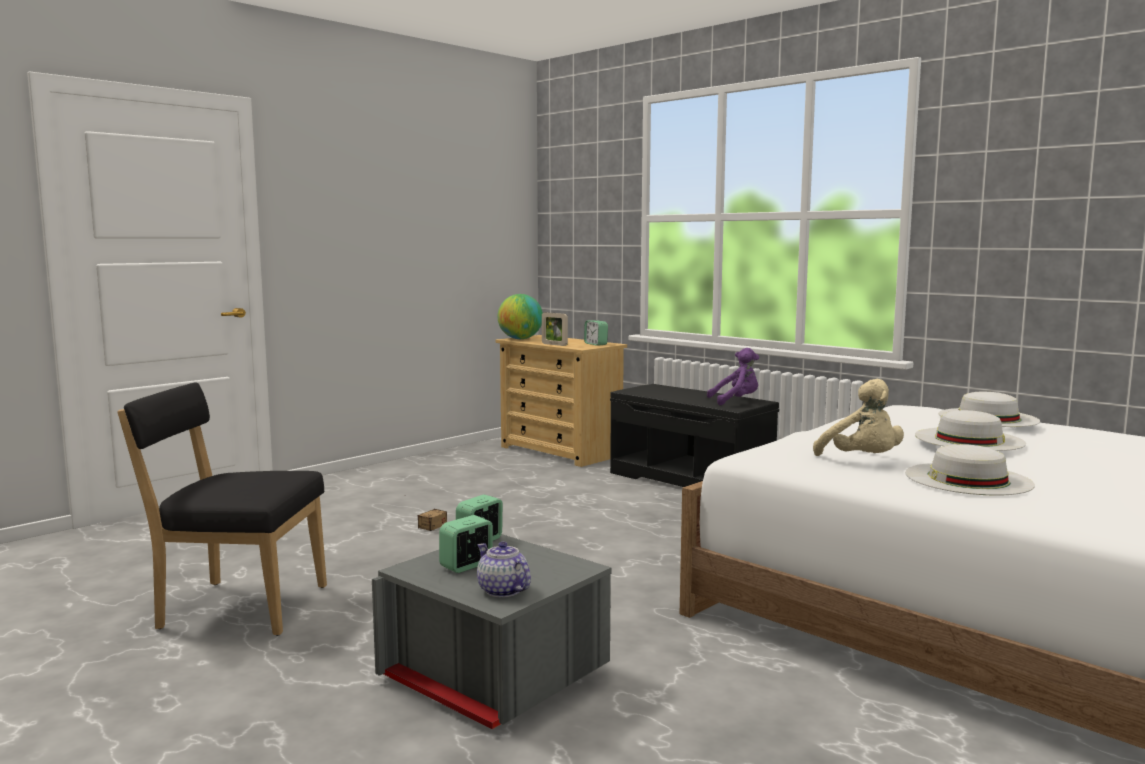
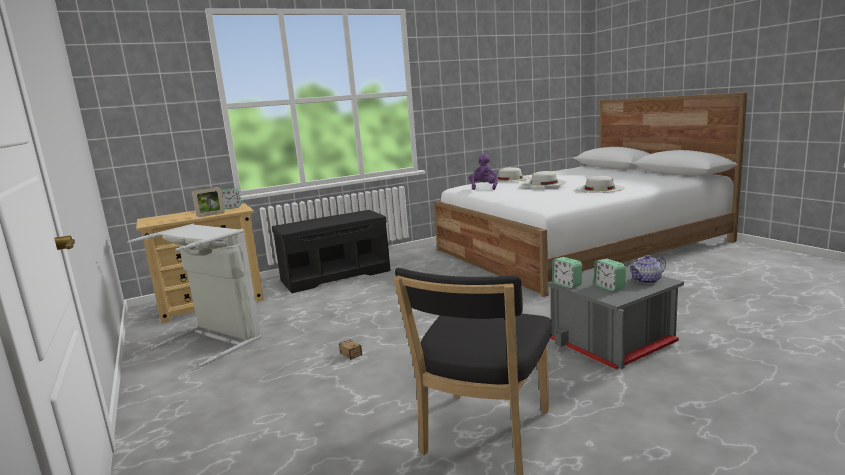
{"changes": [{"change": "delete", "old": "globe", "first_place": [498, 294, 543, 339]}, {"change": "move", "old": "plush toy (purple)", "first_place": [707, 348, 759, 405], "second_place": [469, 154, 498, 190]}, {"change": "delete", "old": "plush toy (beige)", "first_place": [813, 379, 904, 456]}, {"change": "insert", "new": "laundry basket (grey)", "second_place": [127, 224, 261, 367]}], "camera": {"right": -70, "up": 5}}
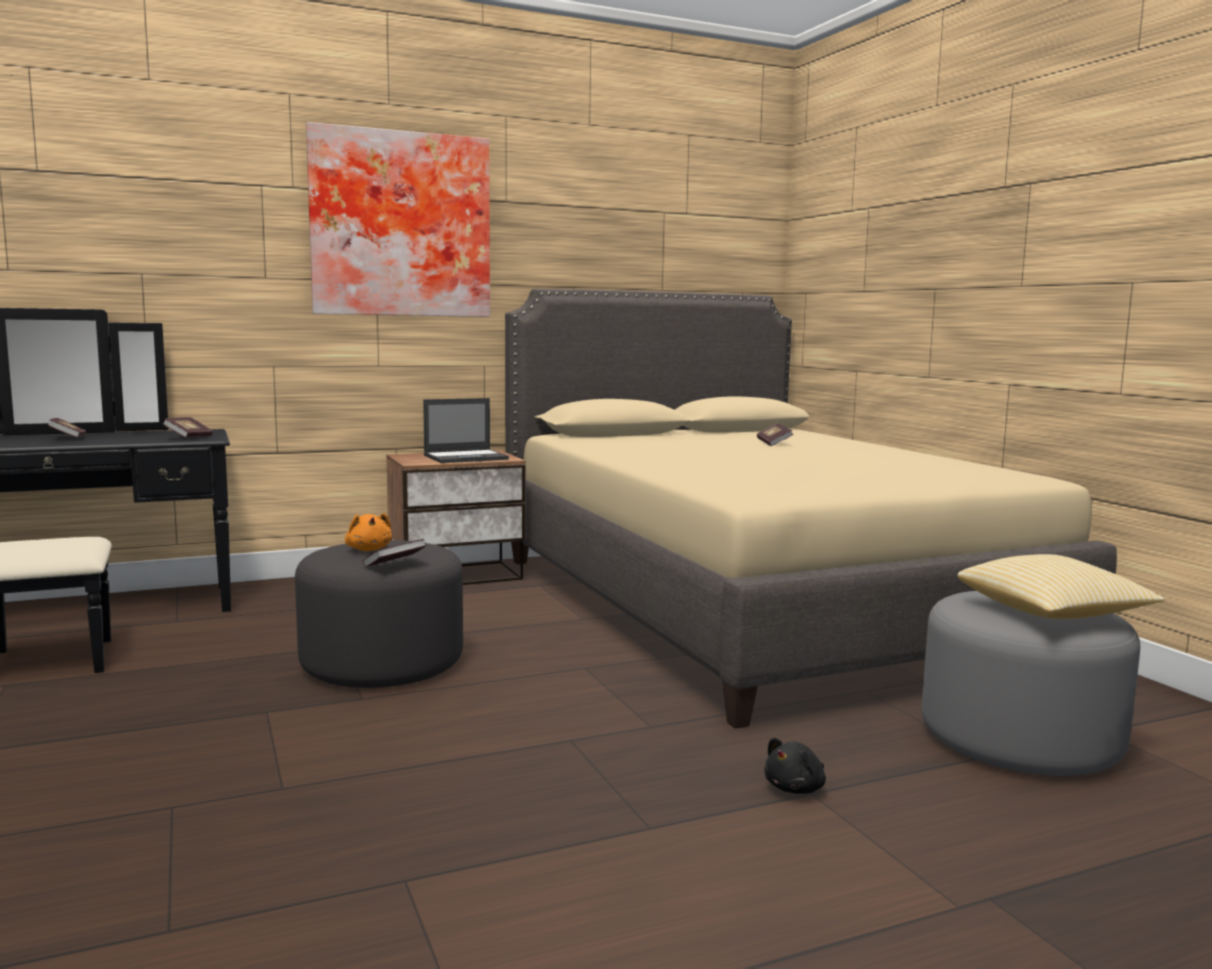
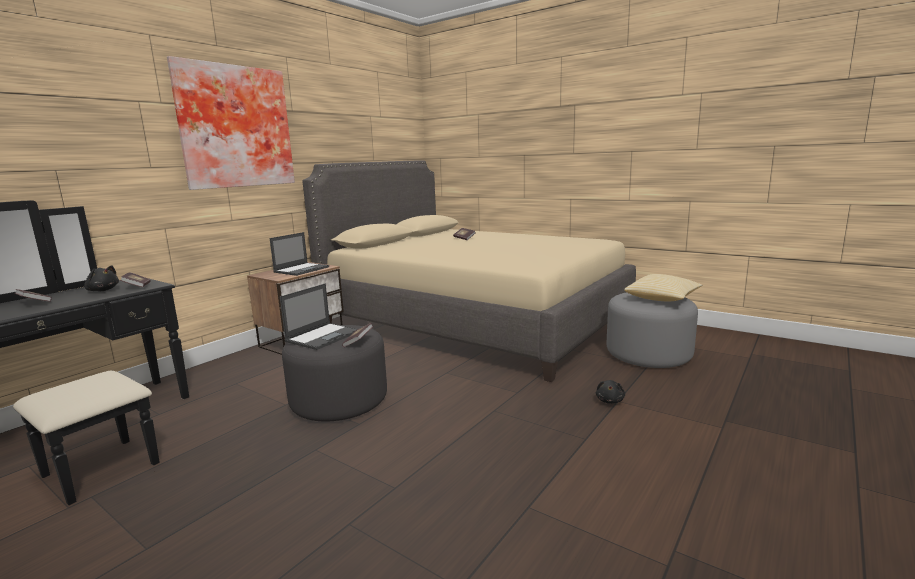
{"changes": [{"change": "replace", "old": "plush toy (orange)", "new": "laptop", "first_place": [345, 513, 392, 551], "second_place": [280, 283, 357, 350]}, {"change": "insert", "new": "plush toy (black)", "second_place": [84, 266, 119, 291]}], "camera": {"right": -30, "up": 5}}
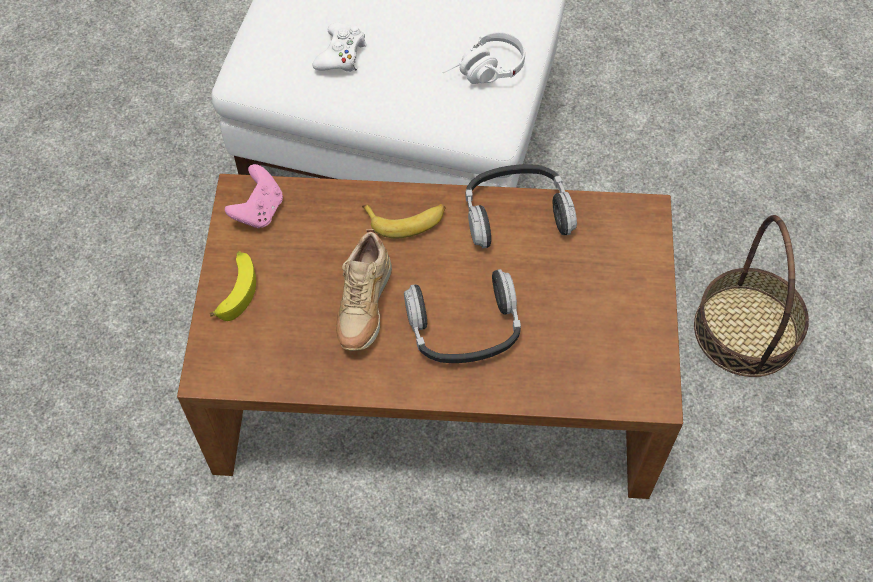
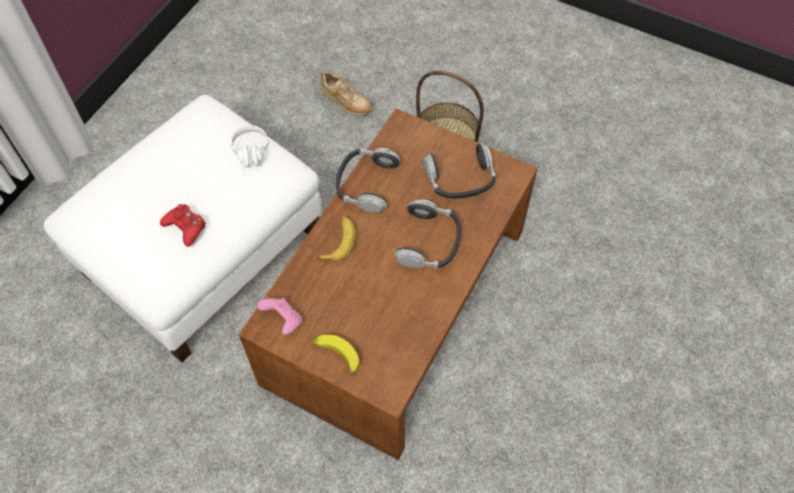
{"changes": [{"change": "recolor", "old": "game controller (white)", "new": "game controller (red)", "first_place": [313, 23, 367, 72], "second_place": [160, 204, 206, 247]}, {"change": "move", "old": "shoe (beige)", "first_place": [336, 229, 392, 351], "second_place": [321, 71, 372, 116]}, {"change": "insert", "new": "headphones", "second_place": [423, 143, 496, 199]}], "camera": {"right": -65, "up": 0}}
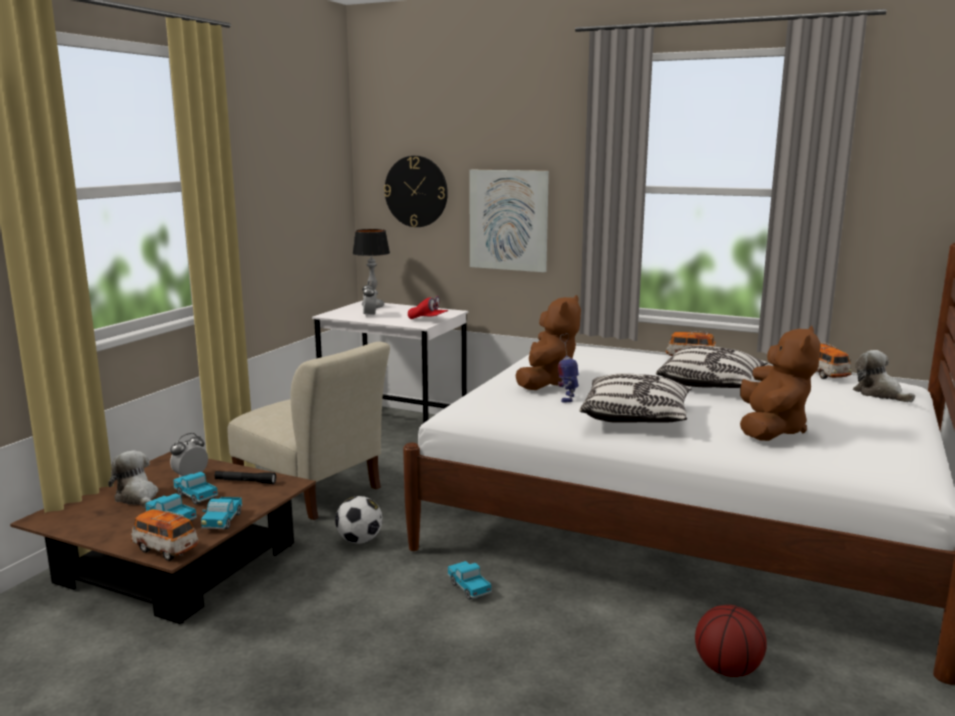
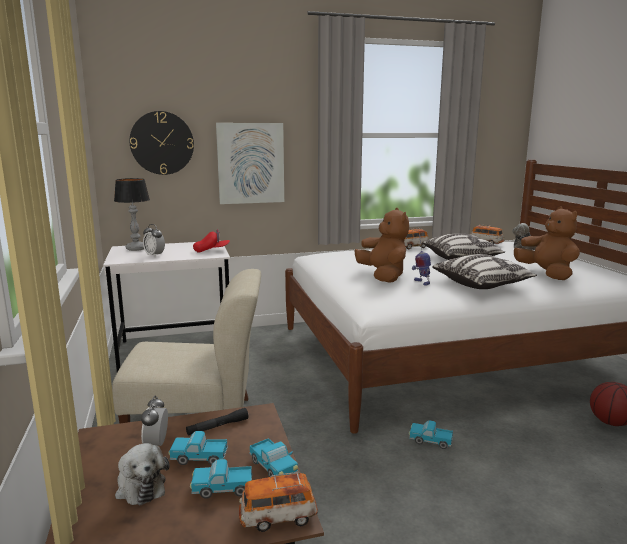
{"changes": [{"change": "rotate", "old": "plush toy", "first_place": [108, 450, 158, 508], "second_place": [115, 443, 170, 506], "degrees": -135}, {"change": "delete", "old": "football", "first_place": [335, 496, 383, 544]}], "camera": {"right": -40, "up": 0}}
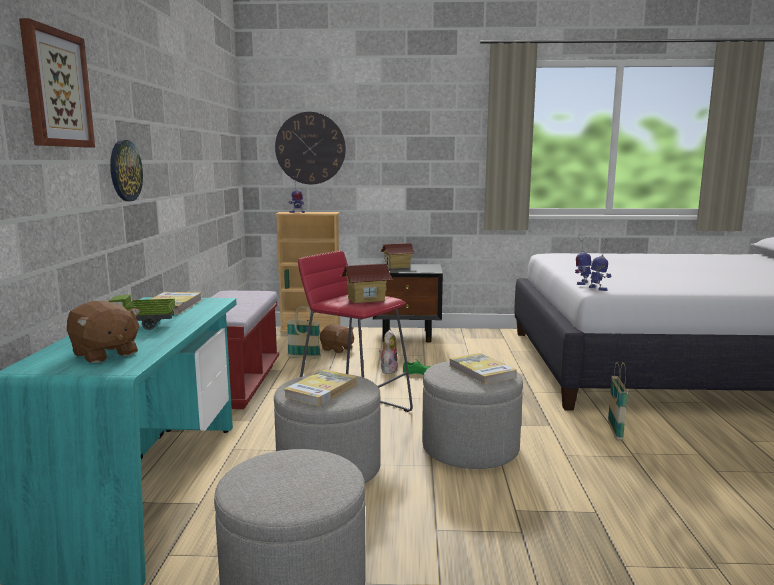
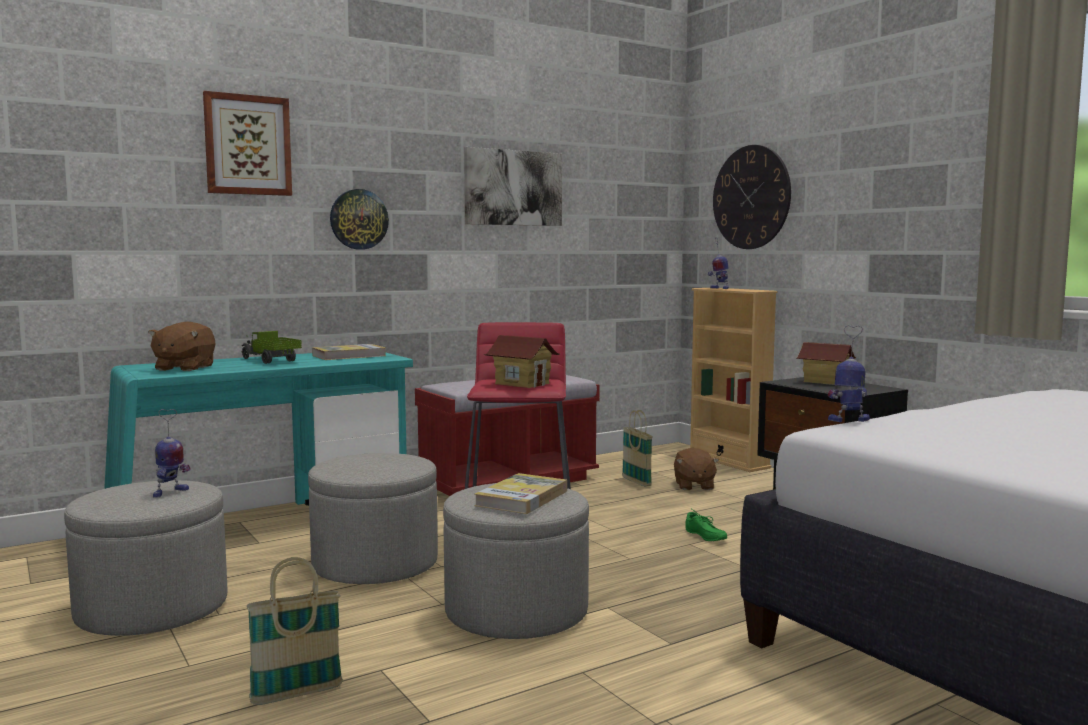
{"changes": [{"change": "move", "old": "toy robot", "first_place": [589, 238, 612, 291], "second_place": [153, 409, 190, 498]}, {"change": "delete", "old": "plush toy", "first_place": [379, 330, 398, 374]}, {"change": "move", "old": "basket", "first_place": [608, 362, 627, 441], "second_place": [247, 557, 343, 705]}, {"change": "delete", "old": "book", "first_place": [284, 369, 357, 406]}, {"change": "insert", "new": "picture", "second_place": [464, 147, 562, 226]}], "camera": {"right": 55, "up": -5}}
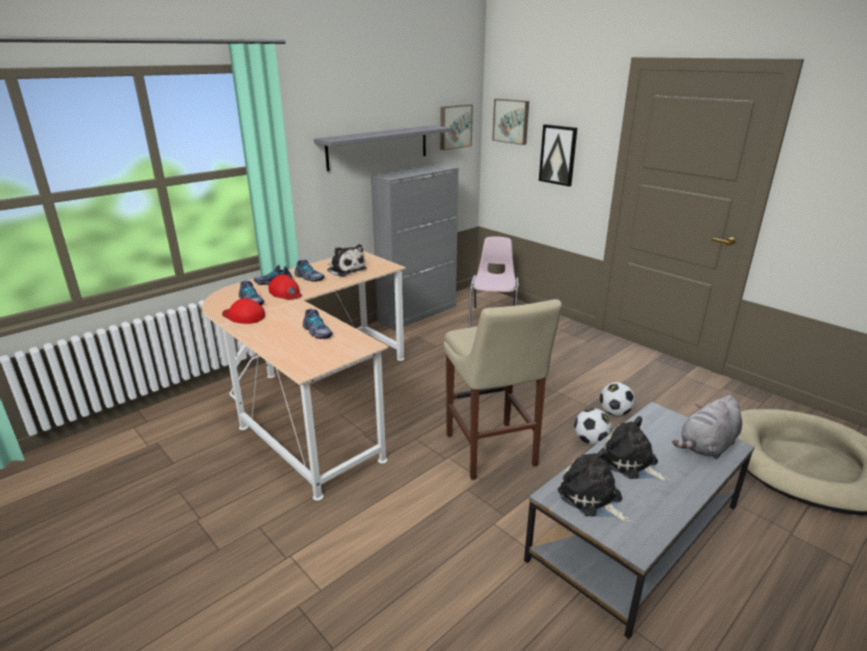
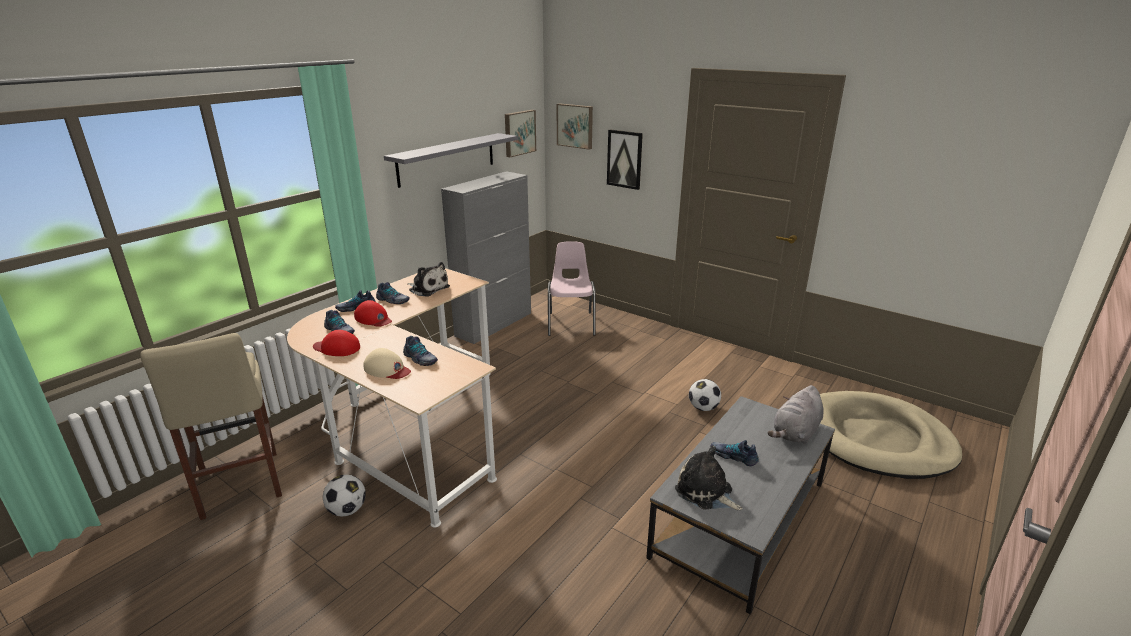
{"changes": [{"change": "move", "old": "stool (beige)", "first_place": [444, 299, 562, 480], "second_place": [140, 333, 282, 520]}, {"change": "move", "old": "football", "first_place": [574, 408, 612, 445], "second_place": [323, 475, 366, 516]}, {"change": "replace", "old": "plush toy", "new": "shoe", "first_place": [603, 416, 670, 482], "second_place": [711, 440, 758, 466]}, {"change": "insert", "new": "cap (beige)", "second_place": [363, 348, 411, 379]}], "camera": {"right": -10, "up": 0}}
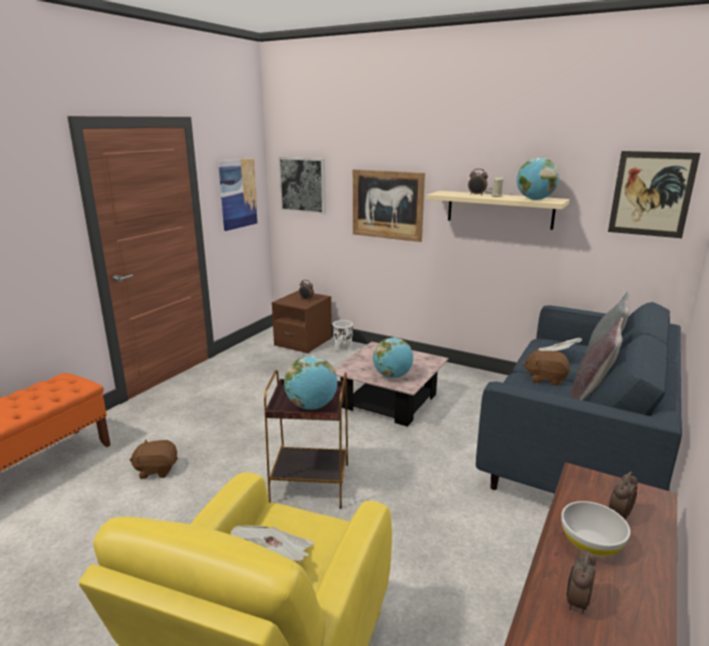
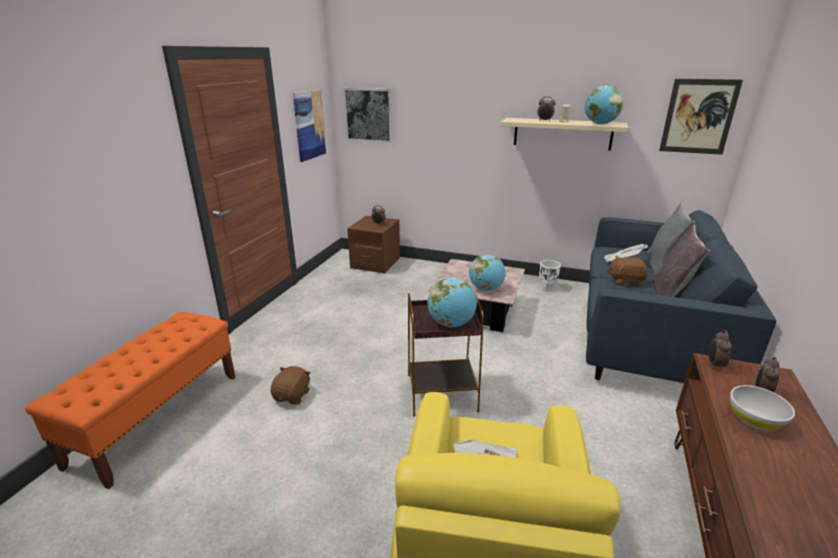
{"changes": [{"change": "delete", "old": "picture", "first_place": [353, 169, 425, 242]}, {"change": "move", "old": "planter (white)", "first_place": [333, 320, 353, 351], "second_place": [539, 260, 561, 291]}, {"change": "rotate", "old": "plush toy (brown)", "first_place": [130, 439, 178, 479], "second_place": [270, 366, 310, 404], "degrees": 120}, {"change": "move", "old": "alarm clock", "first_place": [567, 549, 596, 613], "second_place": [709, 330, 732, 369]}], "camera": {"right": -10, "up": 5}}
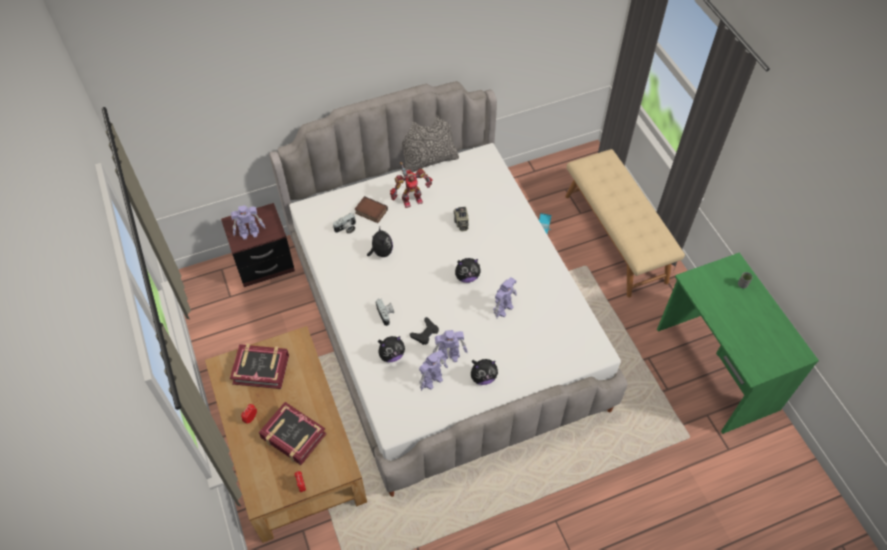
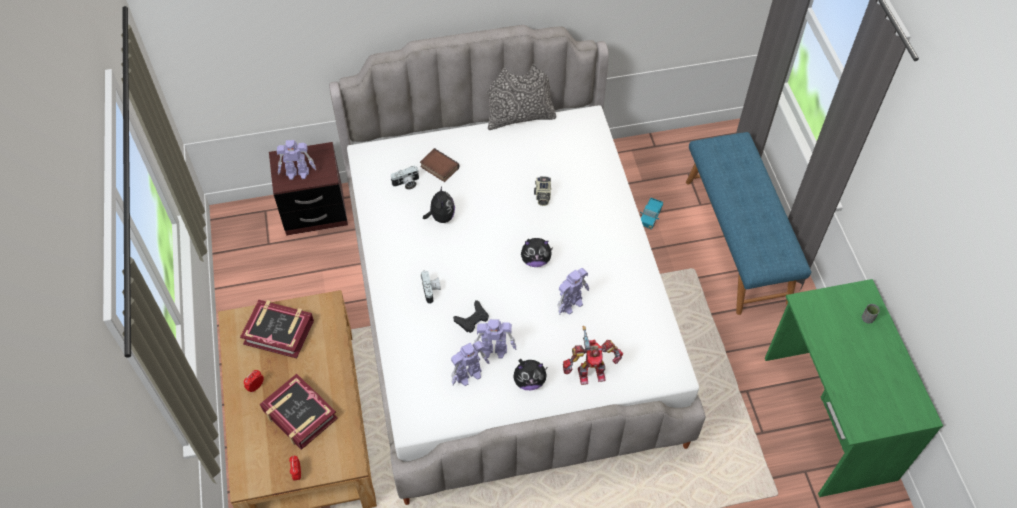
{"changes": [{"change": "recolor", "old": "bench (beige)", "new": "bench (blue)", "first_place": [565, 149, 685, 298], "second_place": [686, 132, 811, 315]}, {"change": "move", "old": "toy robot", "first_place": [390, 162, 432, 208], "second_place": [563, 326, 623, 385]}, {"change": "delete", "old": "plush toy", "first_place": [378, 336, 405, 362]}], "camera": {"right": 10, "up": 0}}
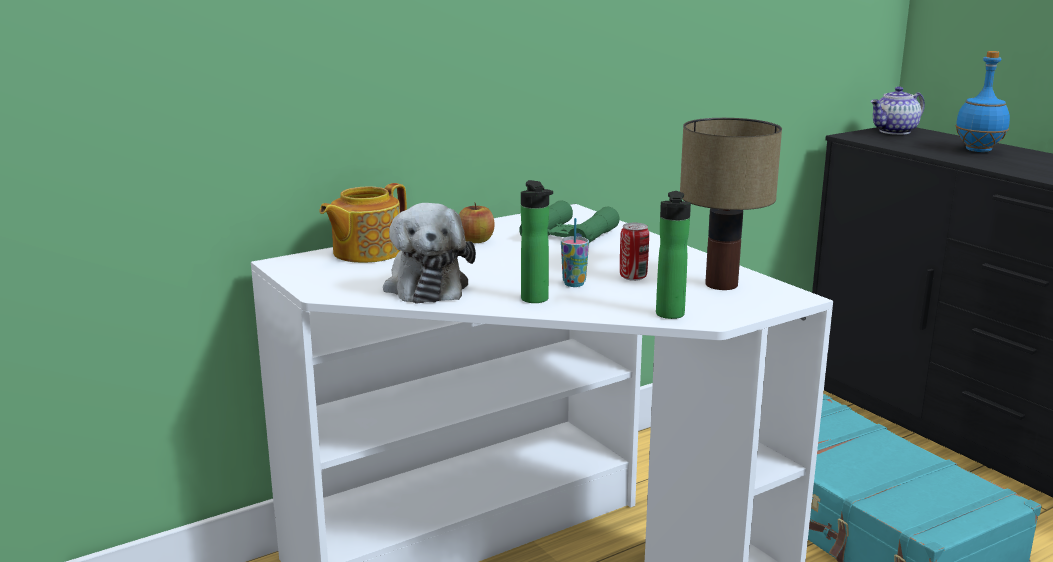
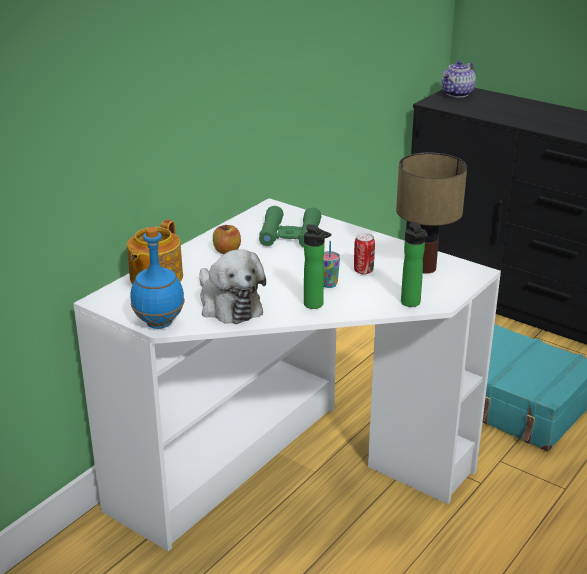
{"changes": [{"change": "move", "old": "bottle (blue)", "first_place": [955, 51, 1010, 152], "second_place": [131, 227, 185, 329]}], "camera": {"right": -20, "up": 10}}
